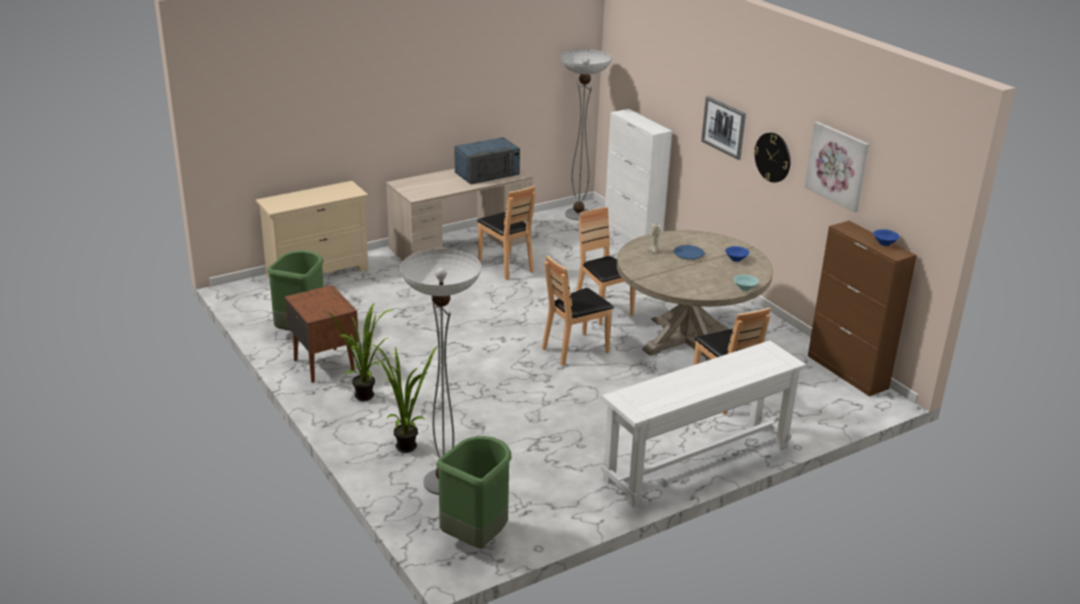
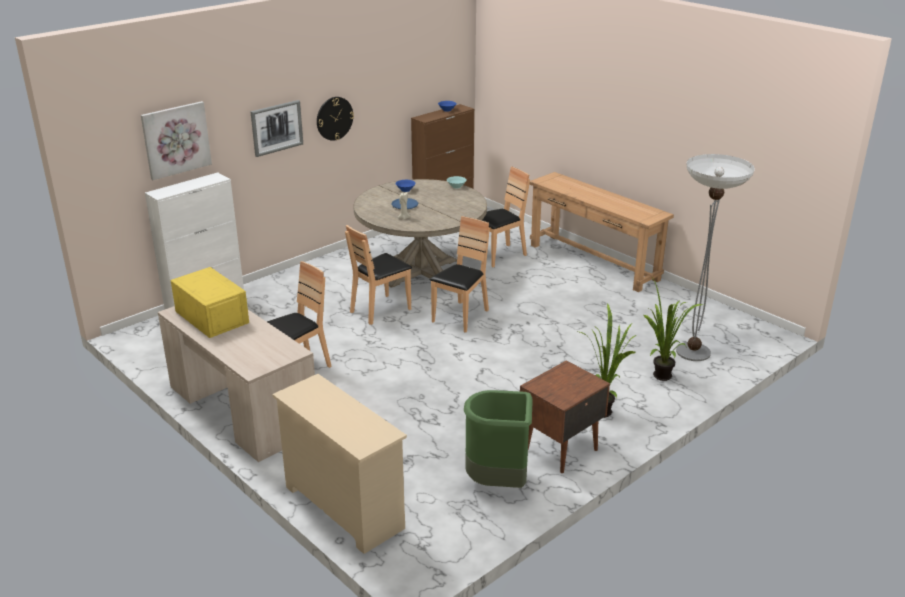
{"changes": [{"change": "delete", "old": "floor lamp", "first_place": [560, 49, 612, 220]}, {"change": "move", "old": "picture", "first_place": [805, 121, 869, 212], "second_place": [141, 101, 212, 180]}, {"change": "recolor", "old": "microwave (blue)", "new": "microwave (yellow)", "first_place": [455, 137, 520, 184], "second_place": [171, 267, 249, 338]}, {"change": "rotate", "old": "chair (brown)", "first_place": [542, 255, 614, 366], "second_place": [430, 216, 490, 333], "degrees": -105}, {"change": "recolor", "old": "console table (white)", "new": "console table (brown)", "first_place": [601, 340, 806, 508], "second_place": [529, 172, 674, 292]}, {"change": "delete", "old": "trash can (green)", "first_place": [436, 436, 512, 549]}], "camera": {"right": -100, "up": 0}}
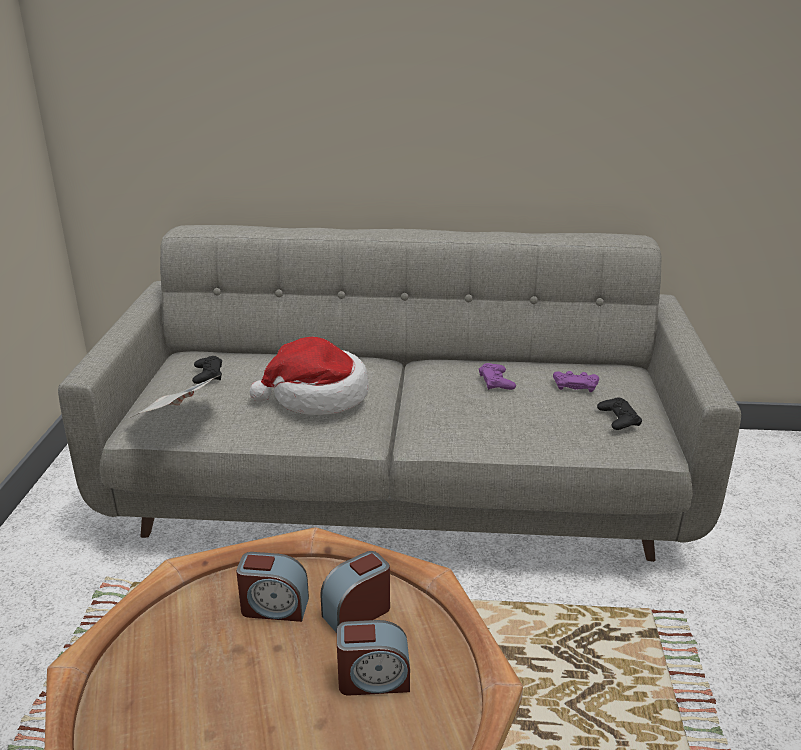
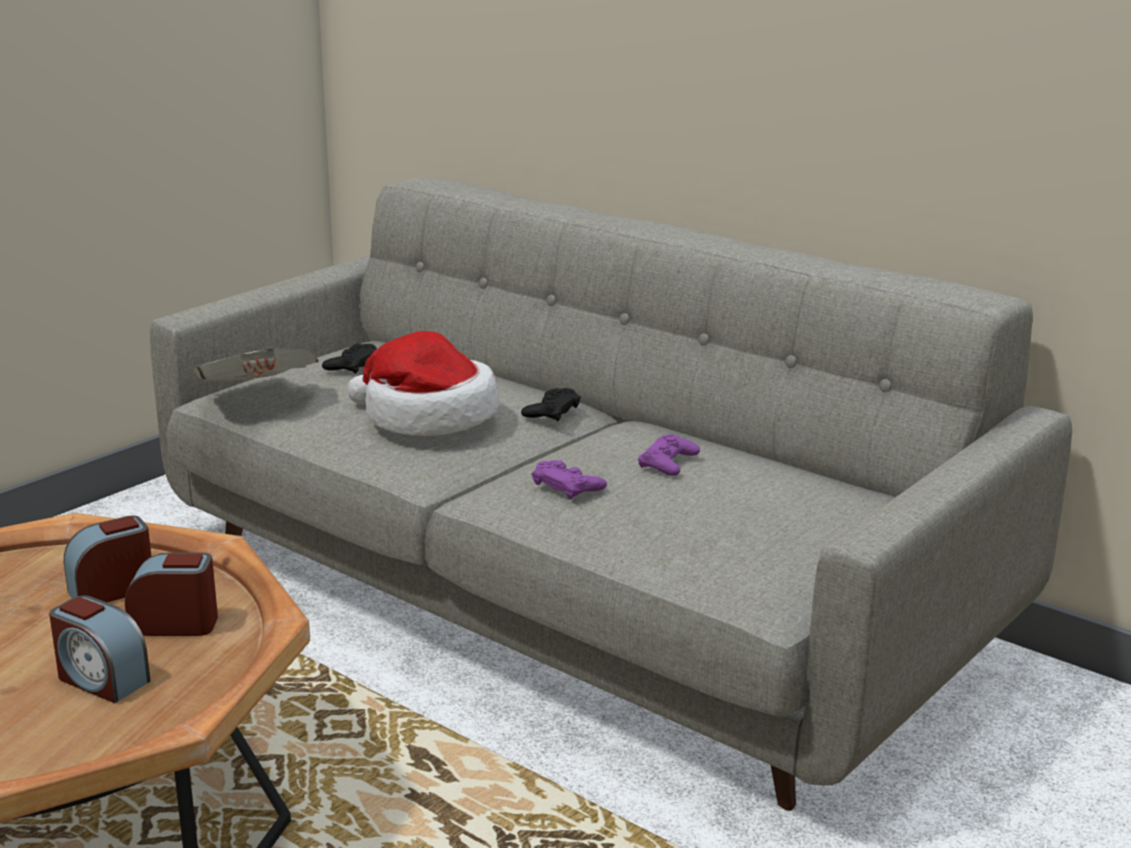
{"changes": [{"change": "move", "old": "game controller (purple)", "first_place": [553, 371, 599, 392], "second_place": [532, 460, 607, 499]}, {"change": "move", "old": "game controller (black)", "first_place": [597, 397, 642, 430], "second_place": [521, 388, 580, 422]}, {"change": "rotate", "old": "alarm clock", "first_place": [236, 552, 309, 622], "second_place": [64, 516, 151, 602], "degrees": 105}], "camera": {"right": 35, "up": -5}}
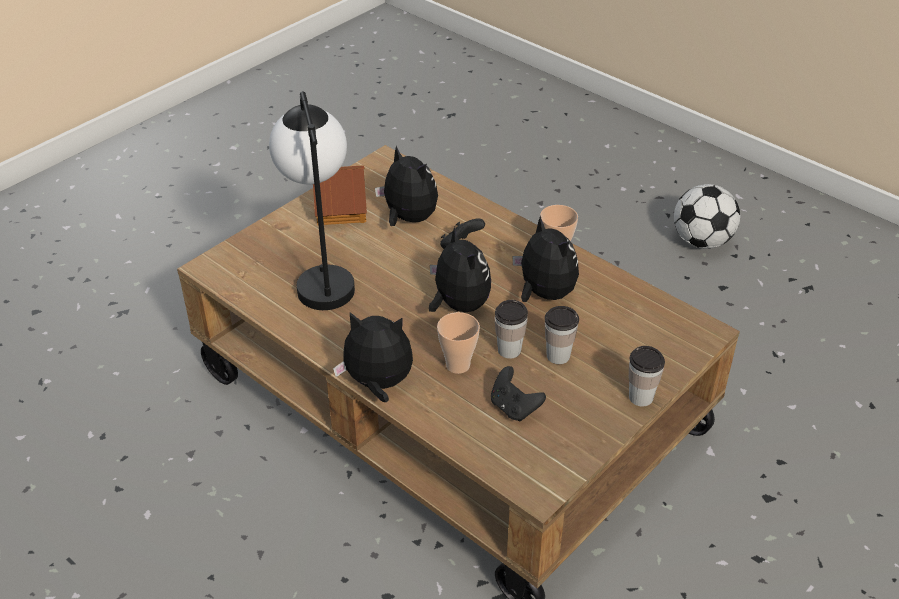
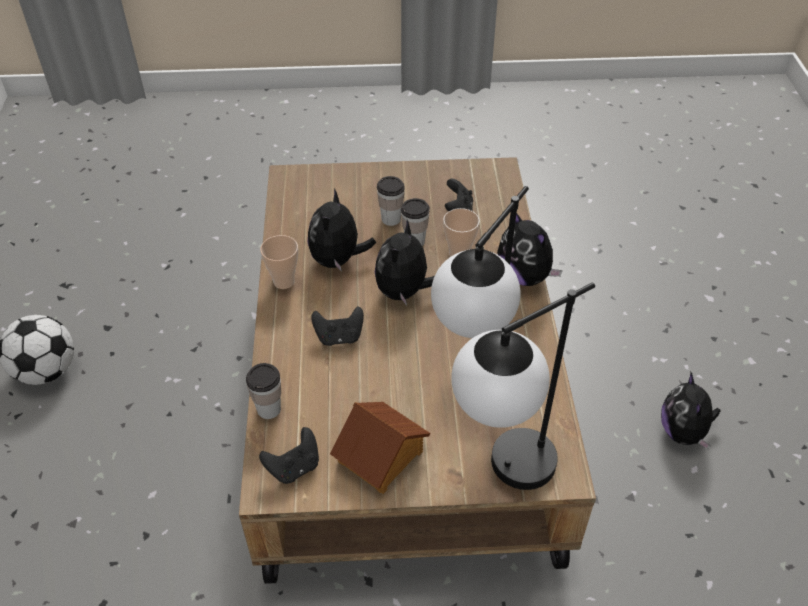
{"changes": [{"change": "move", "old": "plush toy", "first_place": [375, 146, 438, 226], "second_place": [661, 372, 721, 449]}, {"change": "move", "old": "cup", "first_place": [629, 346, 665, 406], "second_place": [246, 363, 281, 419]}, {"change": "insert", "new": "table lamp", "second_place": [451, 282, 595, 490]}, {"change": "insert", "new": "game controller (black)", "second_place": [259, 427, 319, 484]}], "camera": {"right": -135, "up": 5}}
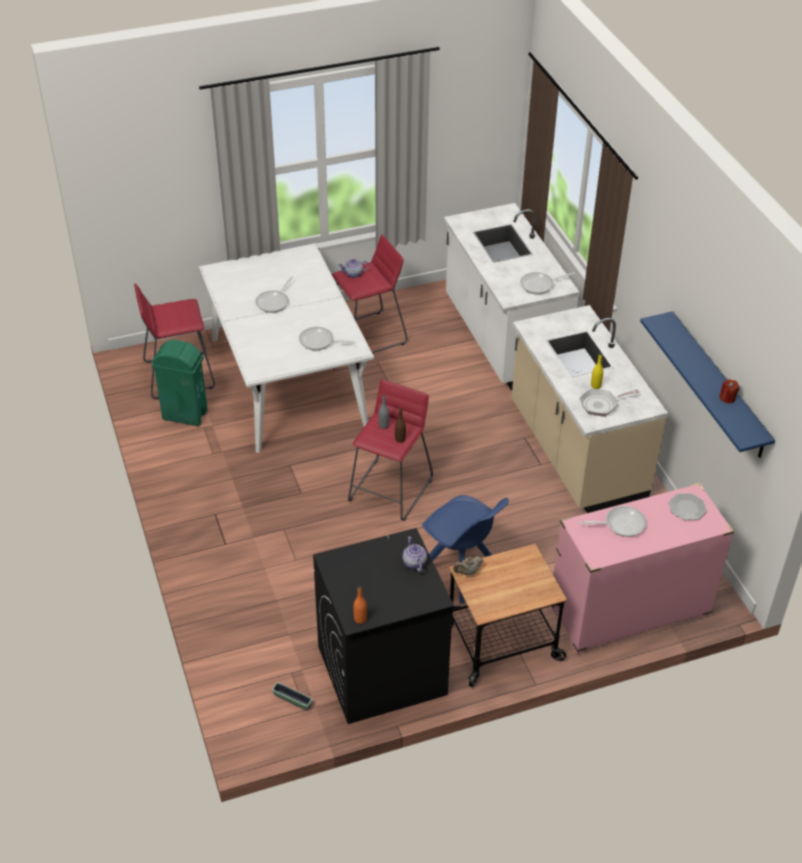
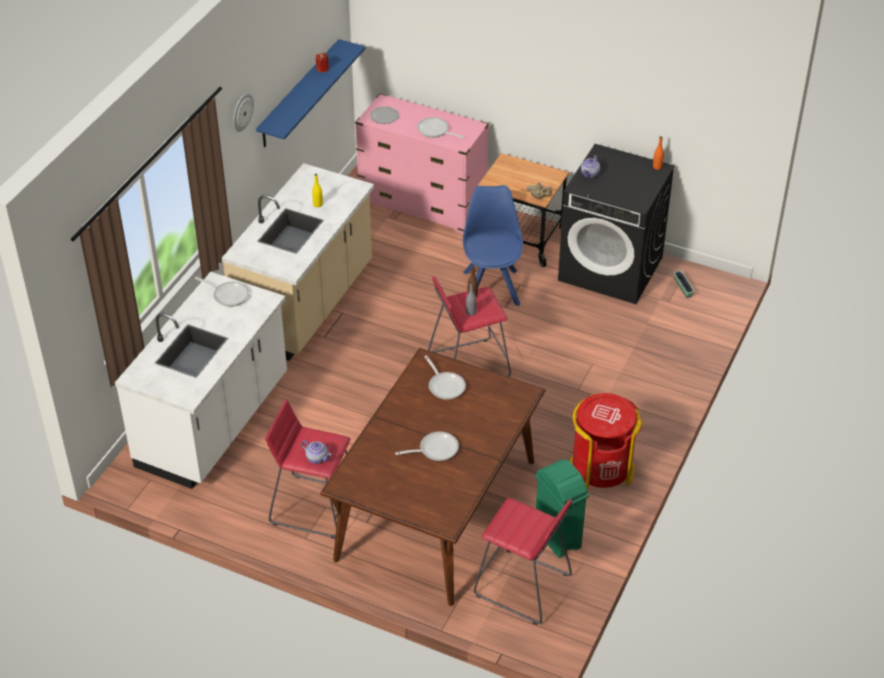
{"changes": [{"change": "recolor", "old": "dining table (white)", "new": "dining table (brown)", "first_place": [199, 243, 374, 453], "second_place": [320, 348, 545, 606]}, {"change": "delete", "old": "frying pan", "first_place": [579, 389, 639, 416]}, {"change": "insert", "new": "wall clock", "second_place": [233, 93, 254, 132]}, {"change": "insert", "new": "trash can (red)", "second_place": [570, 393, 643, 490]}], "camera": {"right": -135, "up": 0}}
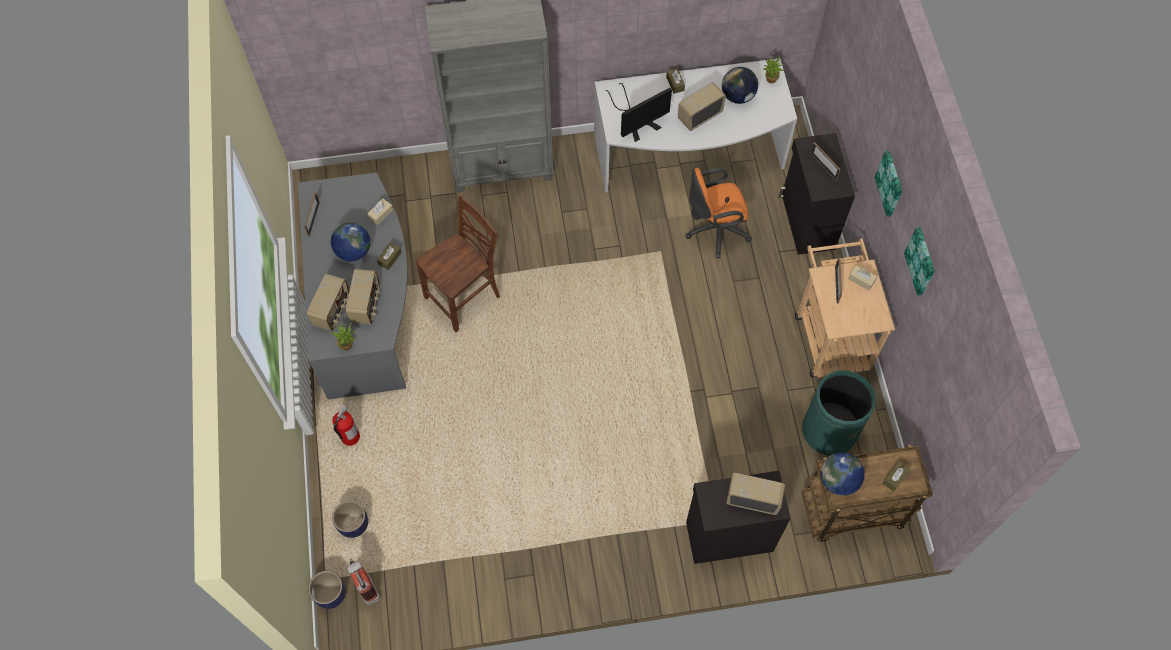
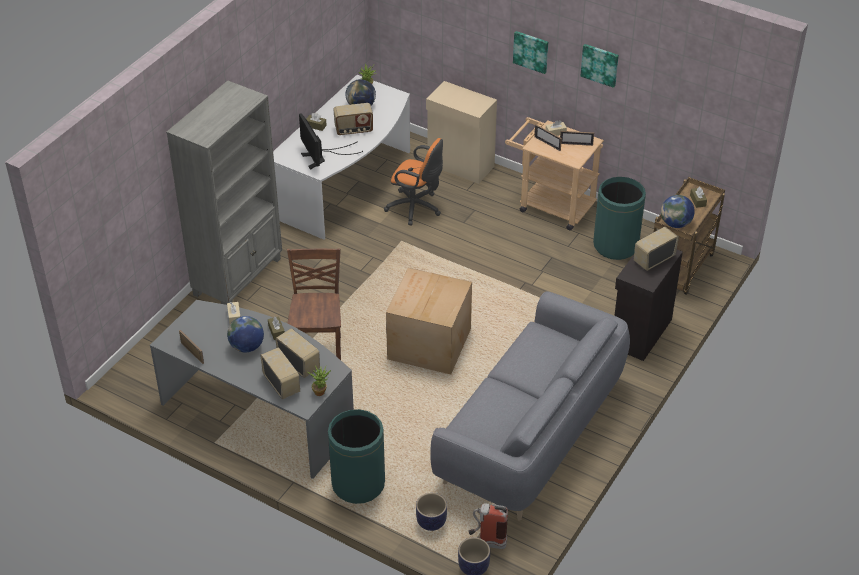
{"changes": [{"change": "rotate", "old": "radio", "first_place": [678, 82, 726, 131], "second_place": [333, 103, 373, 135], "degrees": -105}, {"change": "rotate", "old": "monitor", "first_place": [606, 83, 672, 142], "second_place": [299, 113, 363, 170], "degrees": 150}, {"change": "recolor", "old": "cabinet (black)", "new": "cabinet (beige)", "first_place": [779, 133, 855, 255], "second_place": [426, 81, 497, 184]}, {"change": "move", "old": "picture frame", "first_place": [810, 142, 841, 180], "second_place": [560, 131, 594, 146]}, {"change": "rotate", "old": "office chair (orange)", "first_place": [685, 168, 752, 258], "second_place": [384, 138, 443, 225], "degrees": -90}, {"change": "replace", "old": "fire extinguisher", "new": "trash can (green)", "first_place": [332, 404, 360, 446], "second_place": [328, 409, 385, 504]}, {"change": "insert", "new": "cardboard box", "second_place": [386, 268, 472, 375]}, {"change": "insert", "new": "sofa (grey)", "second_place": [430, 291, 630, 520]}], "camera": {"right": -50, "up": -20}}
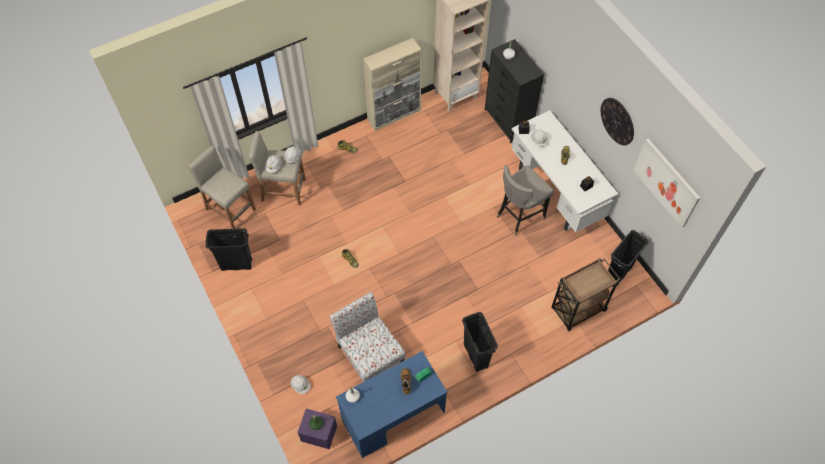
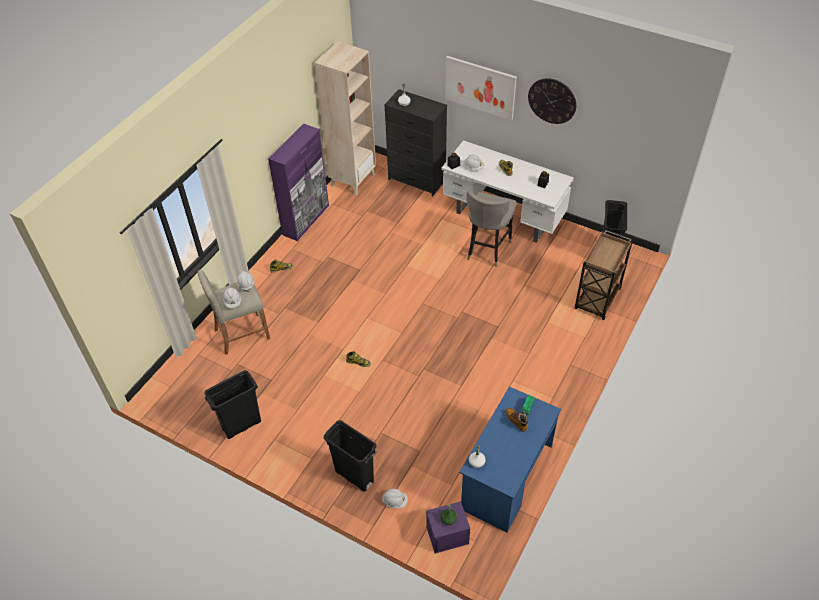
{"changes": [{"change": "recolor", "old": "cabinet (beige)", "new": "cabinet (purple)", "first_place": [363, 38, 422, 131], "second_place": [268, 123, 329, 241]}, {"change": "move", "old": "picture", "first_place": [633, 138, 700, 228], "second_place": [445, 56, 517, 121]}, {"change": "delete", "old": "stool (beige)", "first_place": [188, 145, 256, 229]}, {"change": "delete", "old": "chair", "first_place": [329, 292, 405, 382]}, {"change": "move", "old": "trash can (black)", "first_place": [462, 312, 498, 372], "second_place": [324, 420, 376, 491]}], "camera": {"right": -30, "up": -10}}
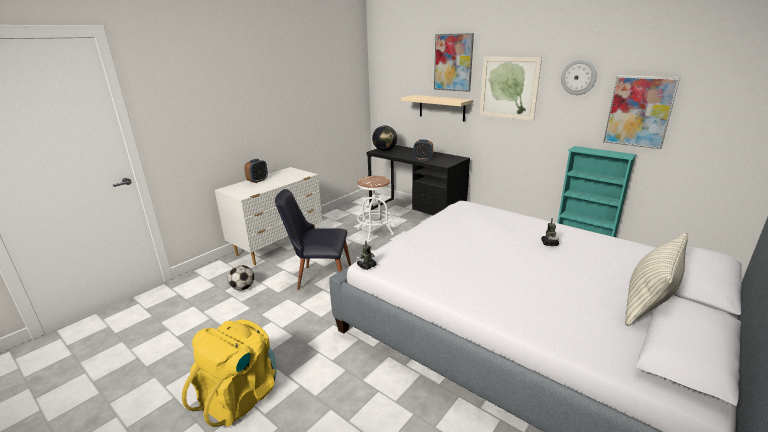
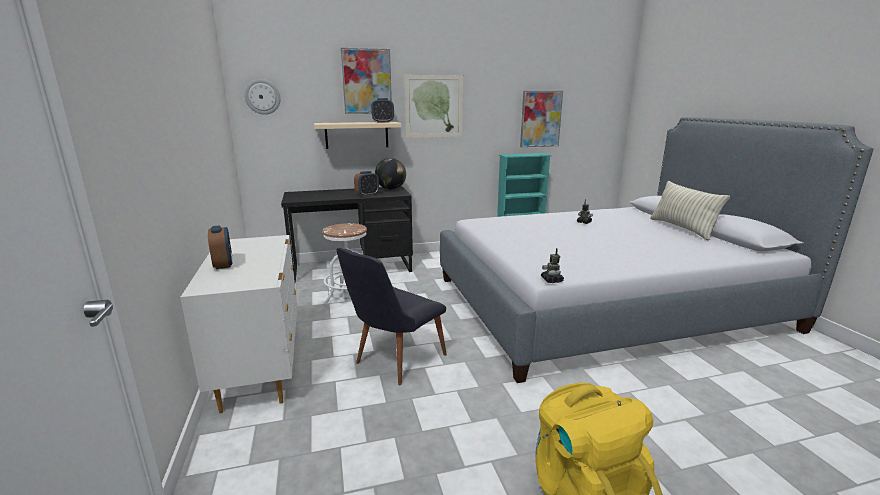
{"changes": [{"change": "move", "old": "wall clock", "first_place": [561, 60, 597, 95], "second_place": [244, 79, 281, 115]}, {"change": "move", "old": "globe", "first_place": [372, 125, 397, 151], "second_place": [375, 158, 406, 190]}, {"change": "delete", "old": "football", "first_place": [228, 265, 254, 291]}, {"change": "insert", "new": "alarm clock", "second_place": [371, 98, 394, 123]}], "camera": {"right": -55, "up": -5}}
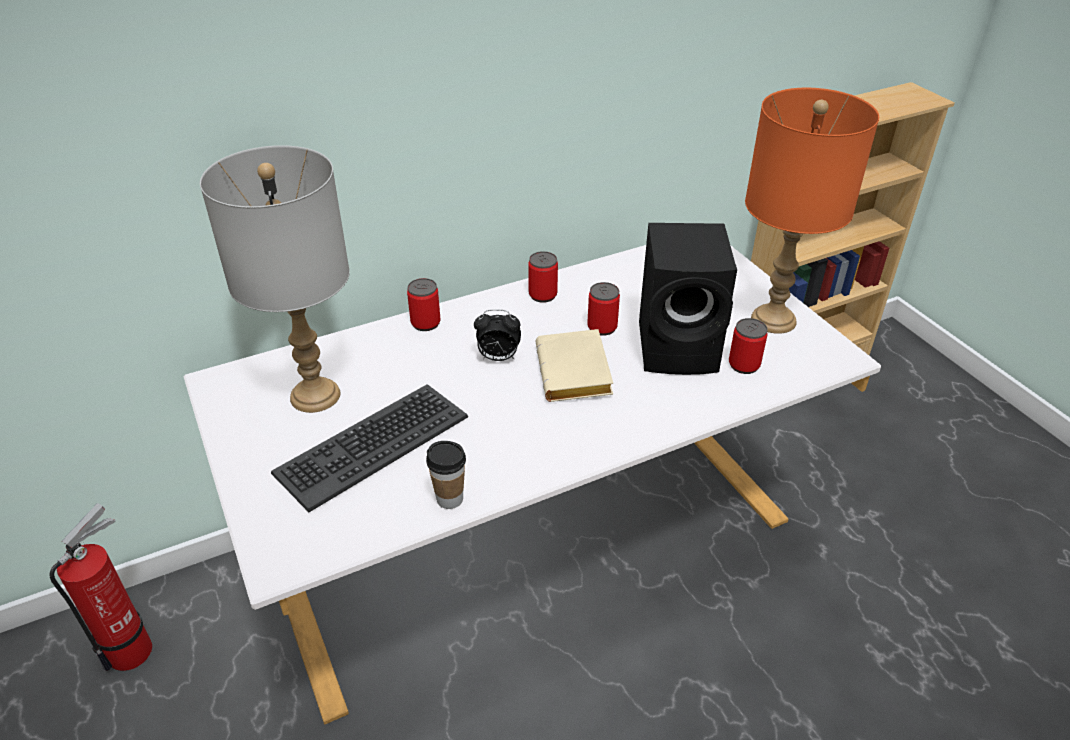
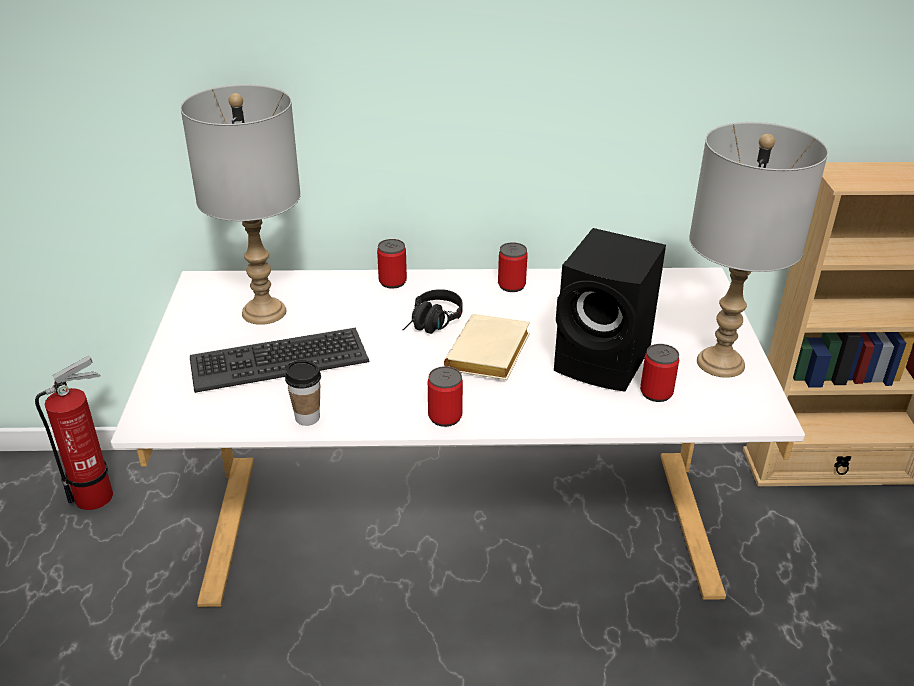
{"changes": [{"change": "recolor", "old": "table lamp (orange)", "new": "table lamp (grey)", "first_place": [745, 88, 879, 334], "second_place": [689, 122, 828, 378]}, {"change": "move", "old": "can", "first_place": [587, 282, 620, 336], "second_place": [428, 366, 463, 427]}, {"change": "replace", "old": "alarm clock", "new": "headphones (black)", "first_place": [474, 310, 521, 361], "second_place": [403, 289, 463, 334]}], "camera": {"right": 25, "up": -5}}
